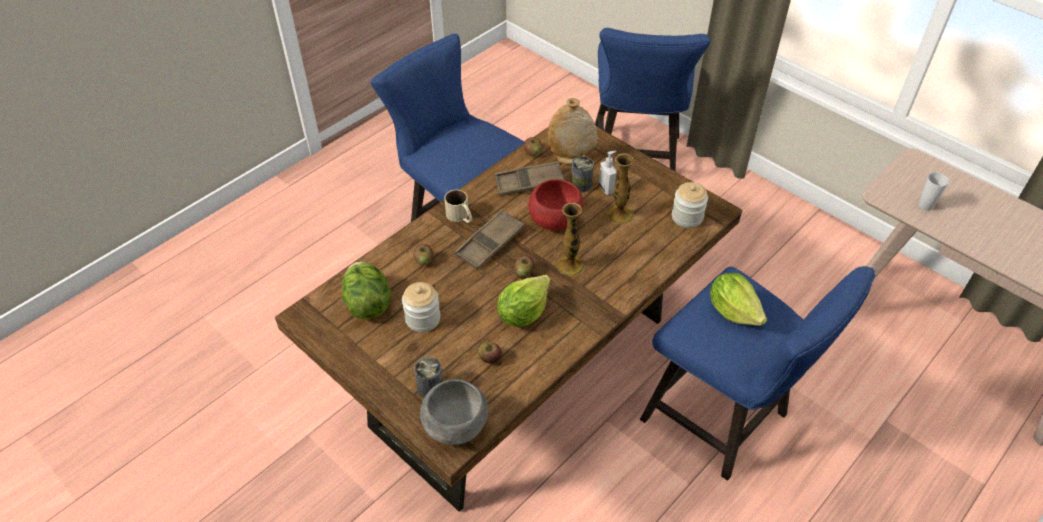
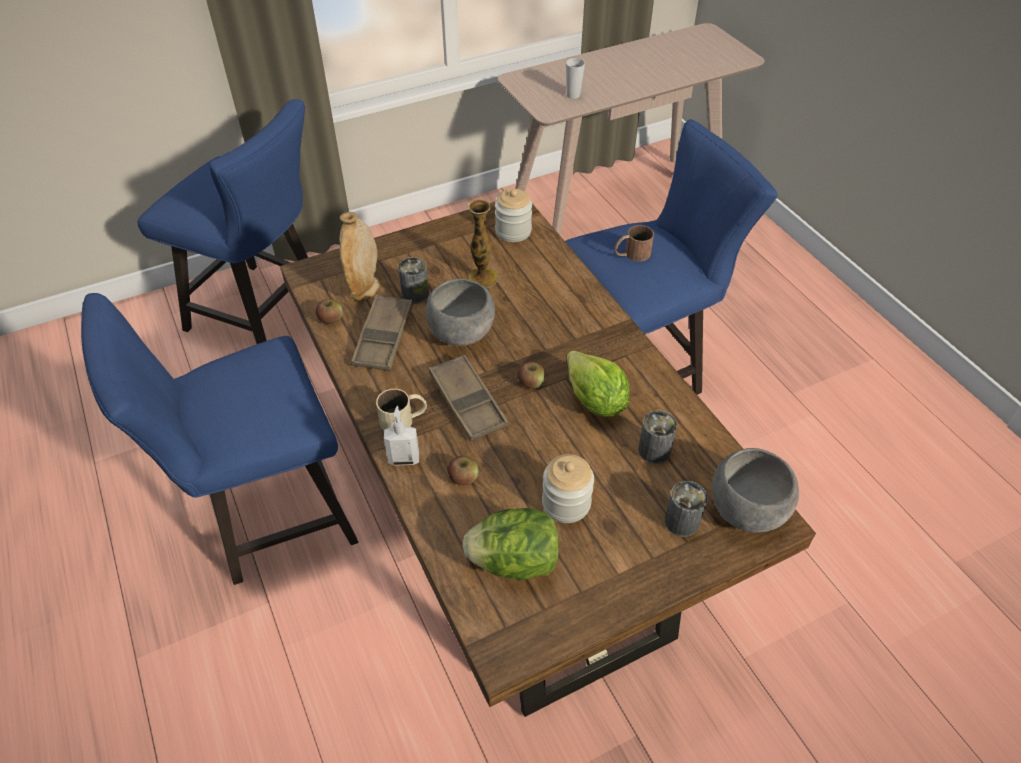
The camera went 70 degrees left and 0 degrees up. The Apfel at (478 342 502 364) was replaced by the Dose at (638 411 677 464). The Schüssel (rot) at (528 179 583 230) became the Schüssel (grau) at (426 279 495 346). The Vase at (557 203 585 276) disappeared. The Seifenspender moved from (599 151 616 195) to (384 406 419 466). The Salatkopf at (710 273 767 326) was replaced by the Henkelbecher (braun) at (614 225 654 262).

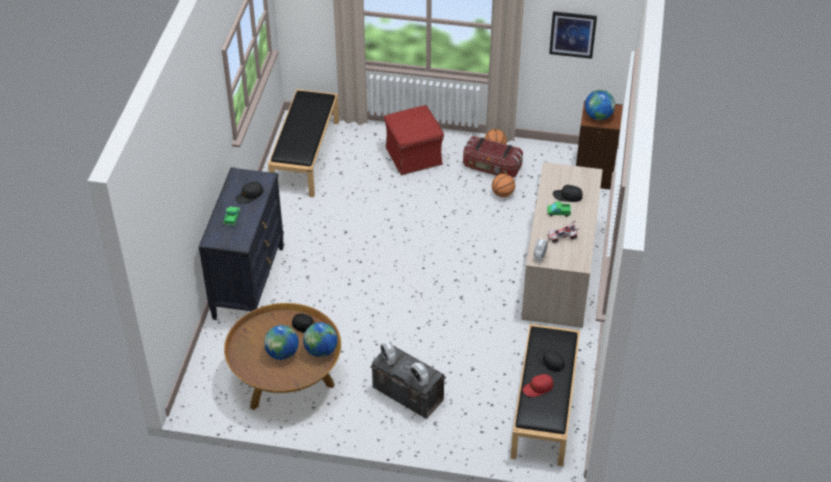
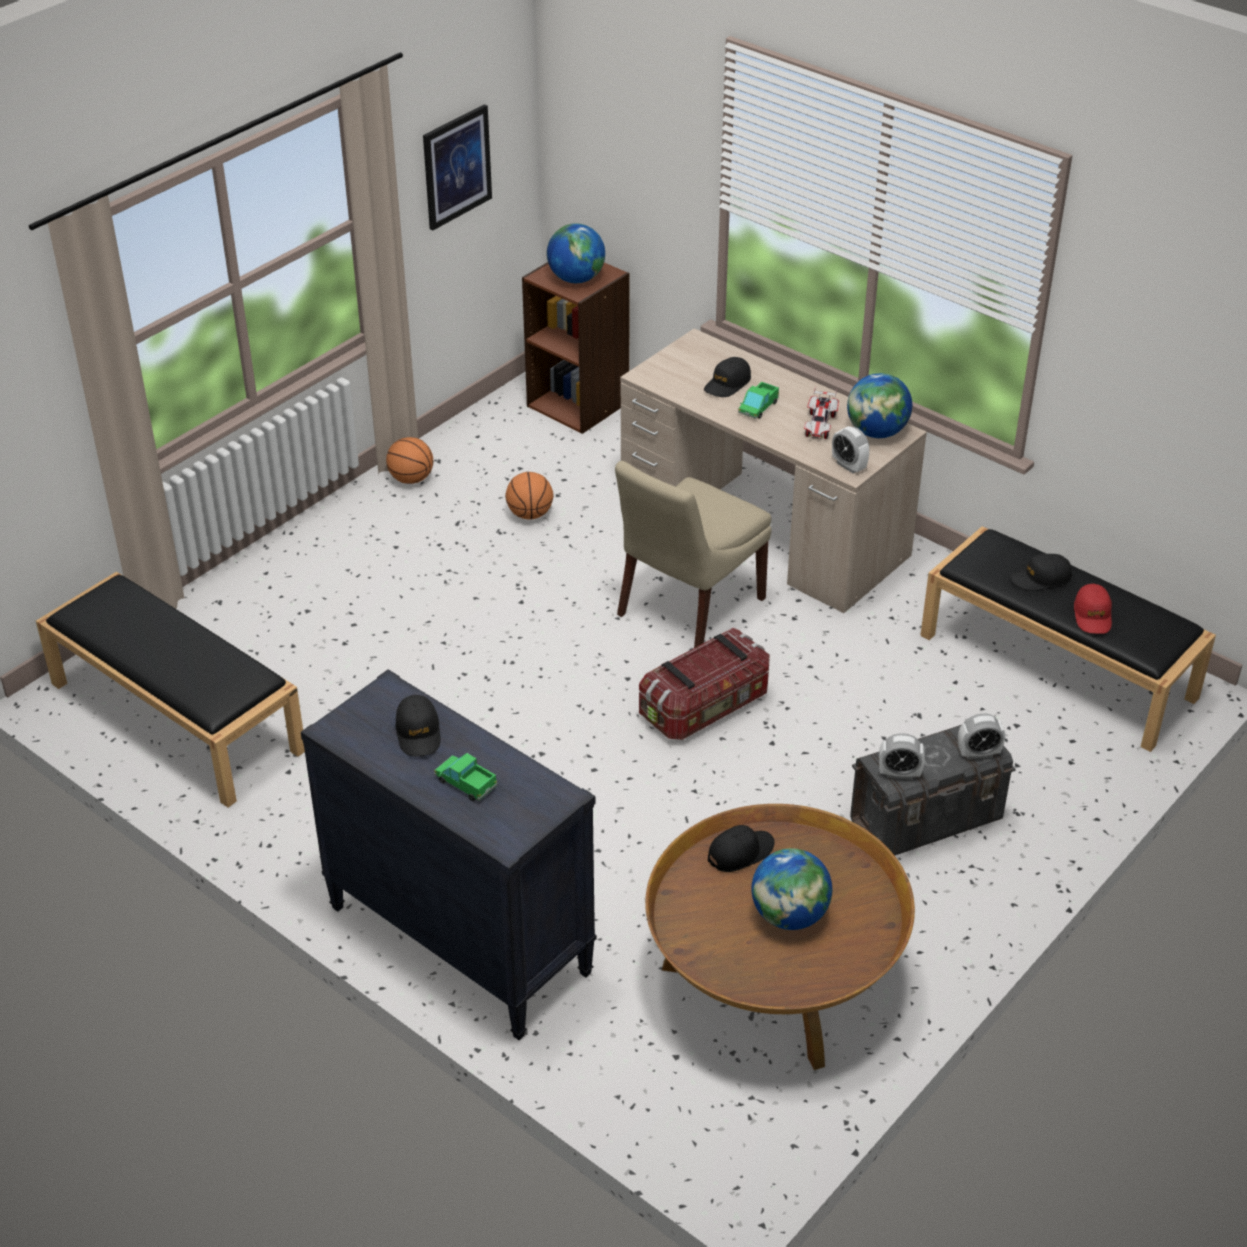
The camera went 60 degrees left and 5 degrees down. The Globus moved from (303 322 338 357) to (847 373 912 438). The Polsterhocker (rot) at (384 105 444 175) disappeared. The Aufbewahrungsbox moved from (463 136 523 178) to (639 628 770 740). The Stuhl (beige) at (615 461 772 648) appeared.

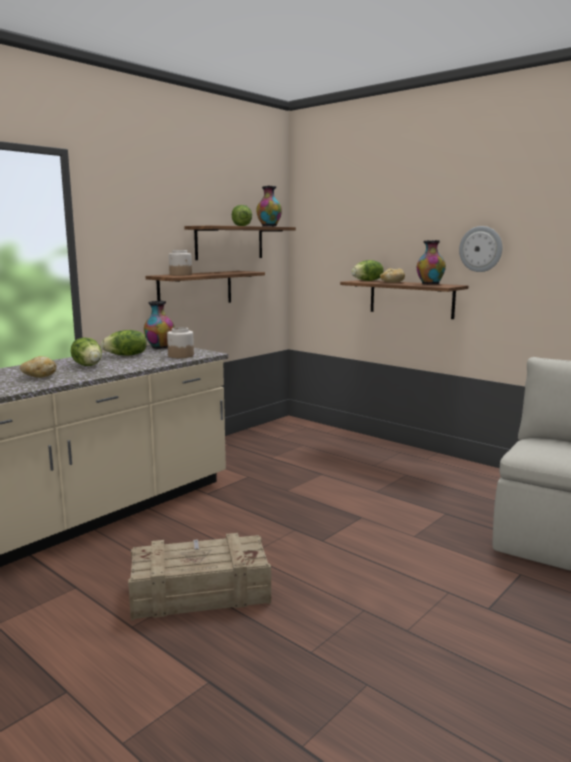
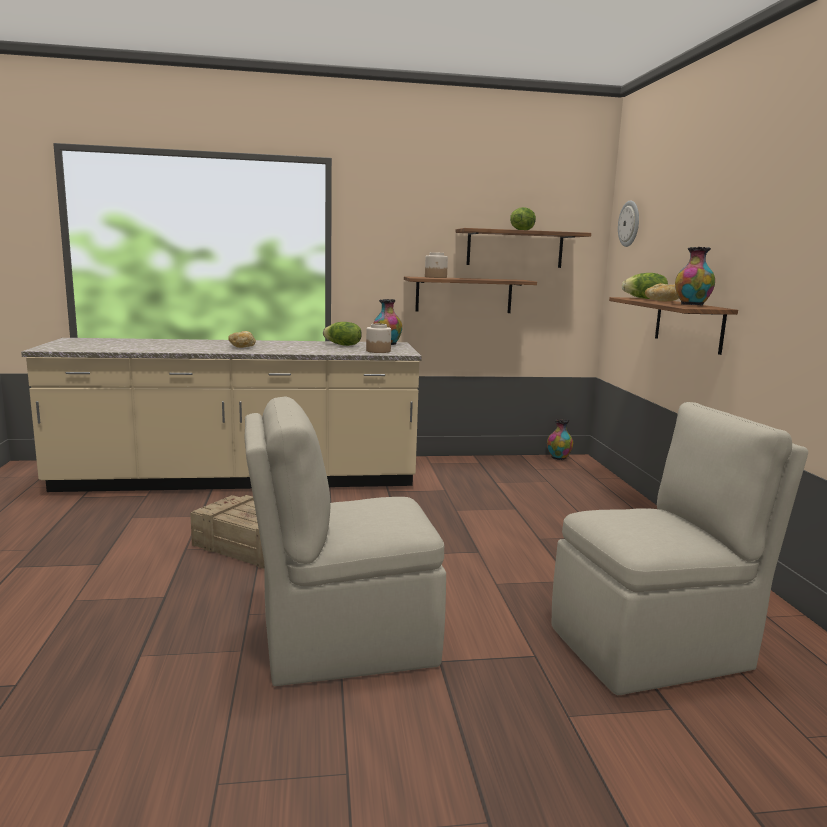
The camera went 40 degrees right and 0 degrees up. The Salatkopf at (71 337 102 366) disappeared. The Vase moved from (256 186 282 227) to (547 419 573 460). The Wanduhr moved from (459 226 502 272) to (618 200 639 247). The Stuhl (beige) at (245 396 446 686) appeared.

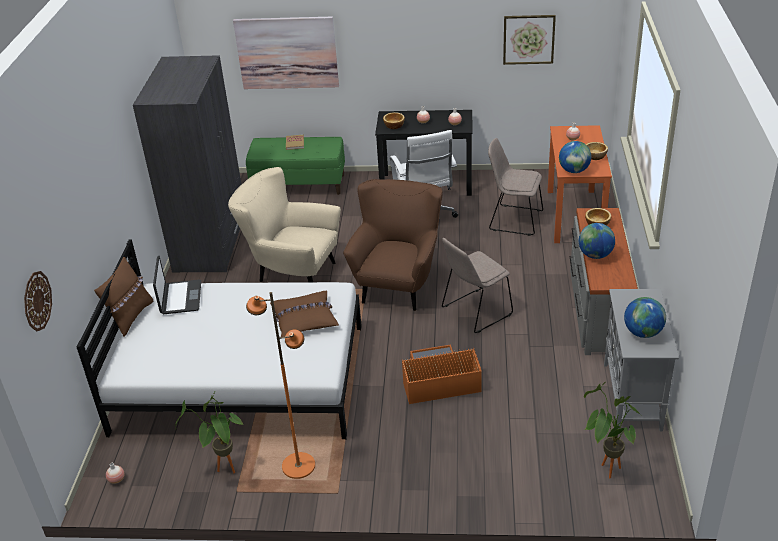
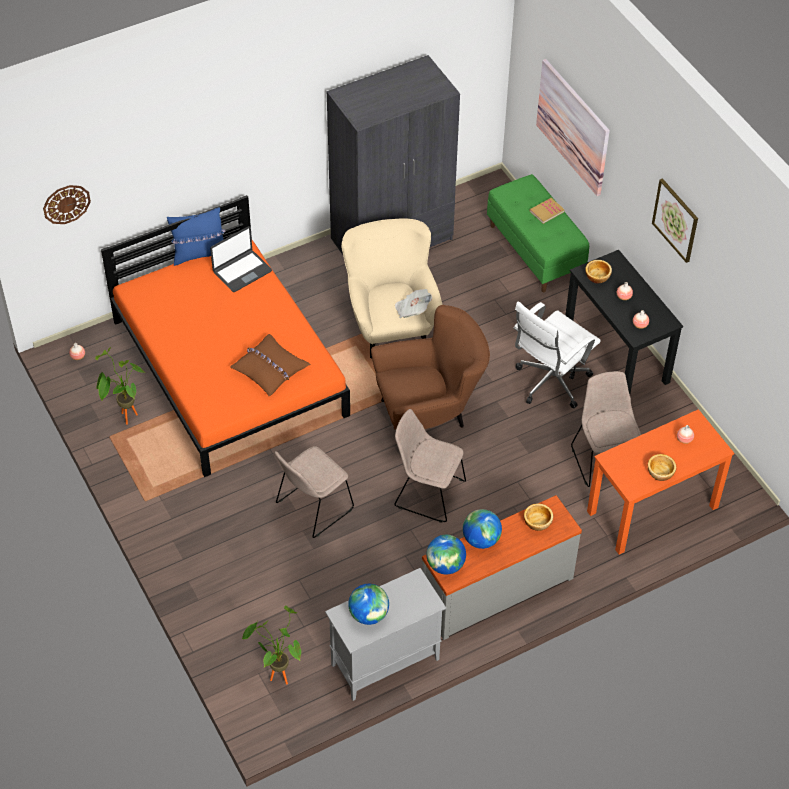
The camera went 55 degrees right and 15 degrees up. The Bett (weiß) at (76 239 362 439) became the Bett (orange) at (101 195 350 477). The Kissen (braun) at (94 257 153 337) became the Kissen (blau) at (167 207 225 266). The Stehlampe (orange) at (246 292 315 479) disappeared. The Aufbewahrungsbox (orange) at (402 344 482 404) was replaced by the Stuhl (beige) at (274 446 354 538). The Bild moved from (503 15 556 65) to (652 178 698 263). The Globus moved from (559 141 591 173) to (427 535 466 574). The Zeitung at (395 289 432 318) appeared.

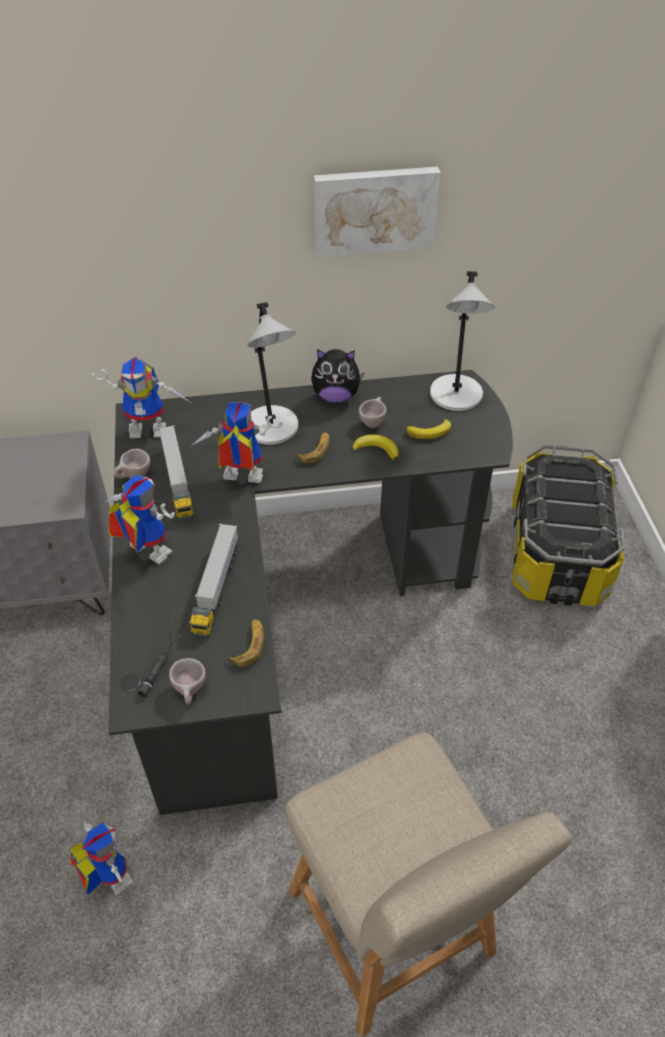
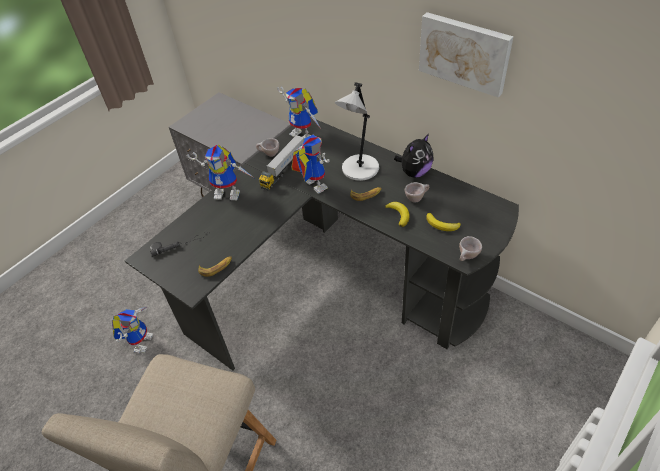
The camera went 50 degrees right and 0 degrees up. The Spielzeugroboter at (105 474 175 564) turned 105 degrees clockwise. The Tasse (beige) moved from (169 658 206 705) to (459 236 482 261). The Spielzeuglaster at (189 523 238 638) disappeared. The Plüschtier at (311 349 365 402) turned 90 degrees counterclockwise. The Tischlampe (grau) at (430 271 495 411) disappeared. The Aufbewahrungsbox at (513 444 625 606) disappeared.

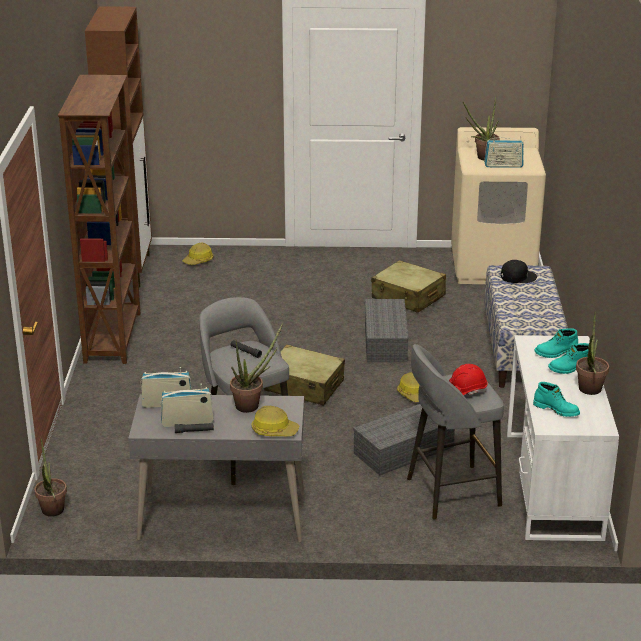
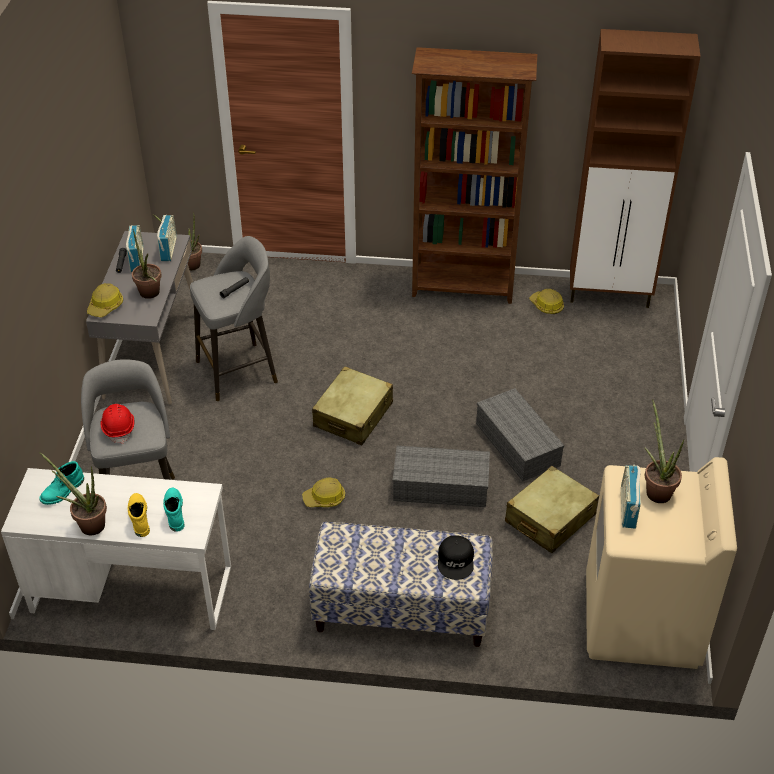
The camera went 95 degrees right and 15 degrees up. The Schutzhelm moved from (183 242 213 265) to (529 289 564 314). The Aufbewahrungsbox (grau) moved from (353 404 455 476) to (476 388 564 481). The Stiefel (türkis) at (548 343 589 374) became the Stiefel (gelb) at (128 493 150 537).

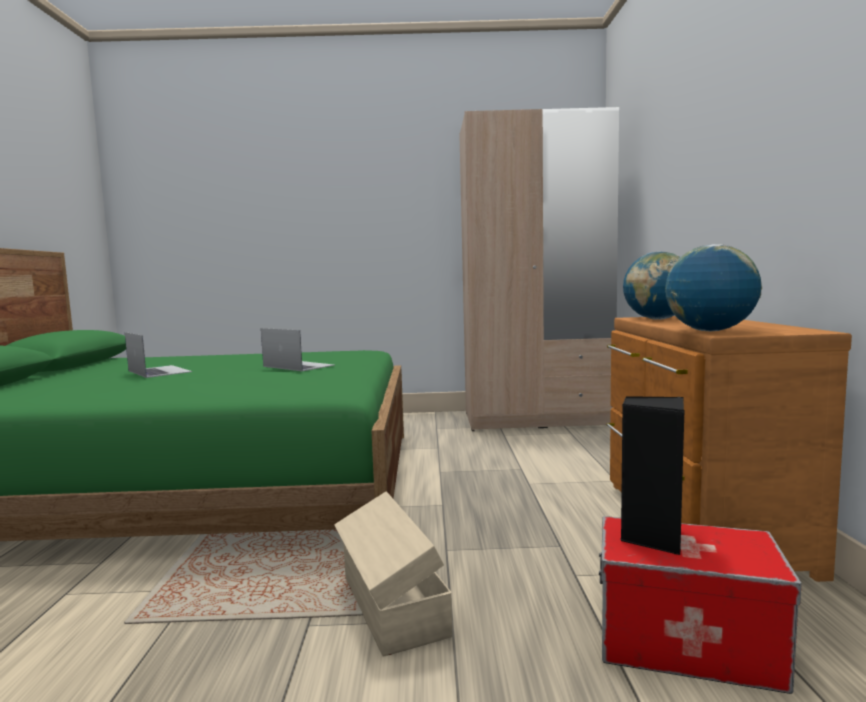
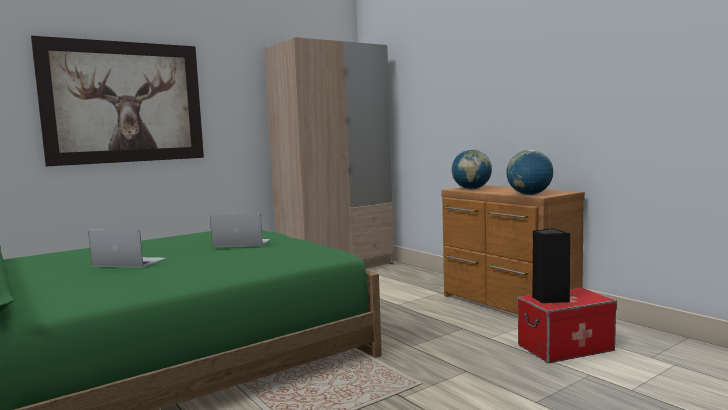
The camera went 35 degrees left and 0 degrees up. The Aufbewahrungsbox (beige) at (334 492 452 657) disappeared. The Bild at (31 36 204 166) appeared.

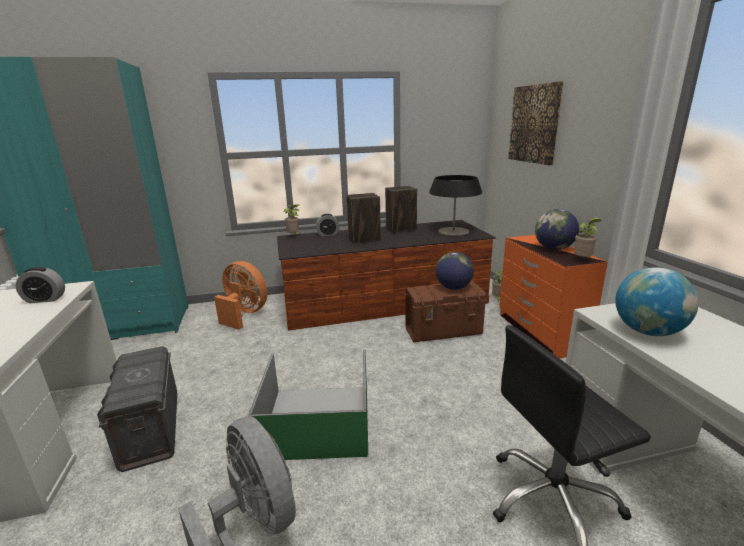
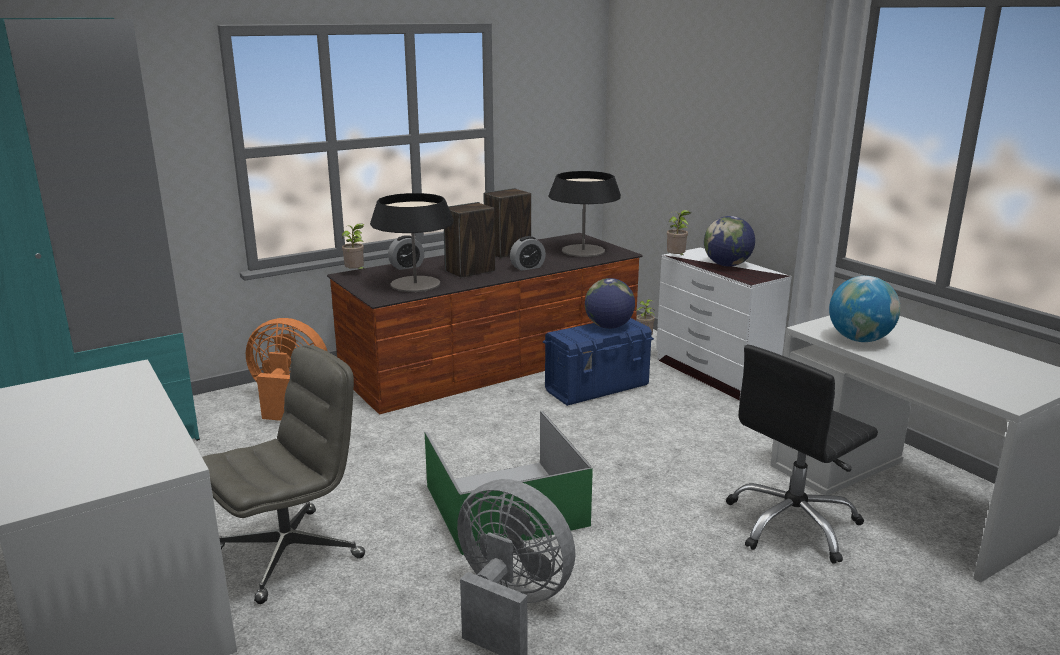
The camera went 20 degrees left and 0 degrees up. The Wecker moved from (16 267 65 303) to (510 236 546 271). The Aufbewahrungsbox (grau) at (97 346 177 472) was replaced by the Bürostuhl (grau) at (202 345 365 604). The Aufbewahrungsbox (braun) at (404 281 487 343) became the Aufbewahrungsbox (blau) at (543 318 654 406). The Kommode (orange) at (499 235 608 358) became the Kommode (weiß) at (656 247 792 401). The Bild at (508 81 564 165) disappeared. The Topfpflanze moved from (574 217 601 258) to (667 210 691 256). The Tischlampe at (370 193 454 292) appeared.

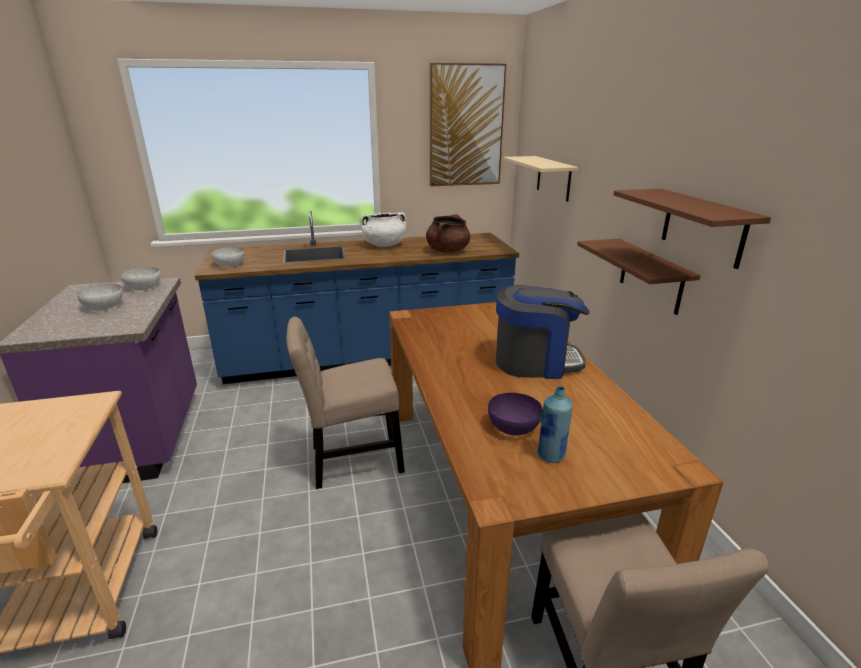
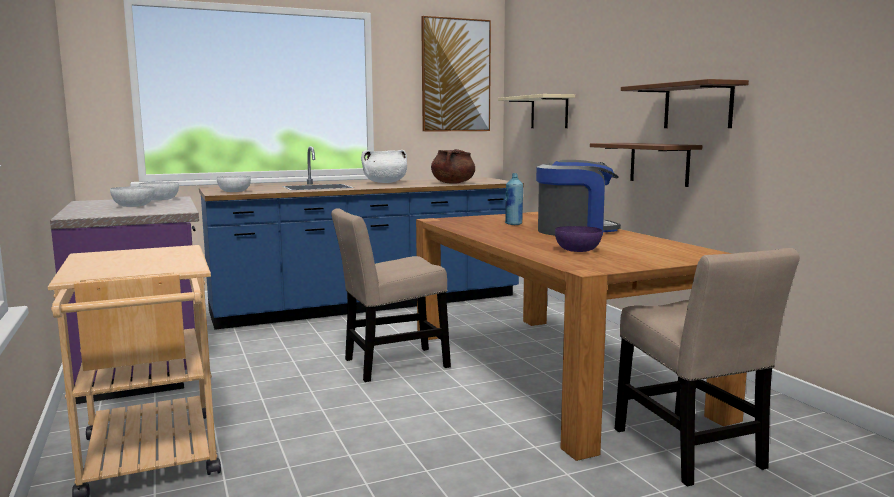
The camera went 10 degrees left and 15 degrees down. The Flasche (blau) moved from (537 386 573 463) to (505 173 523 225).

